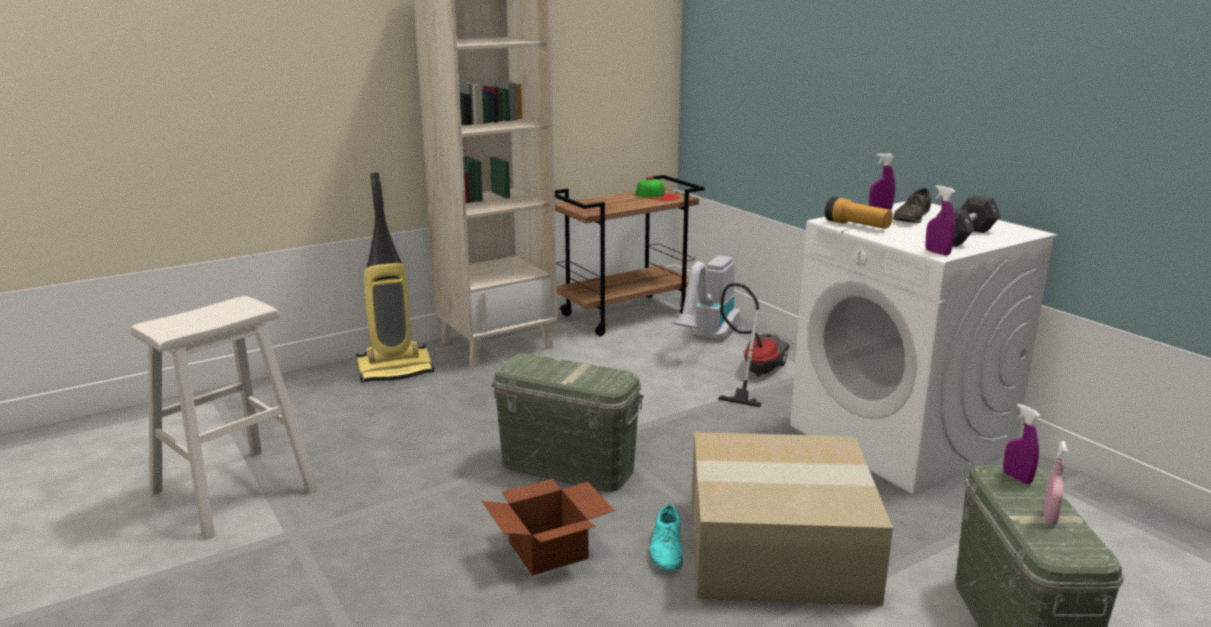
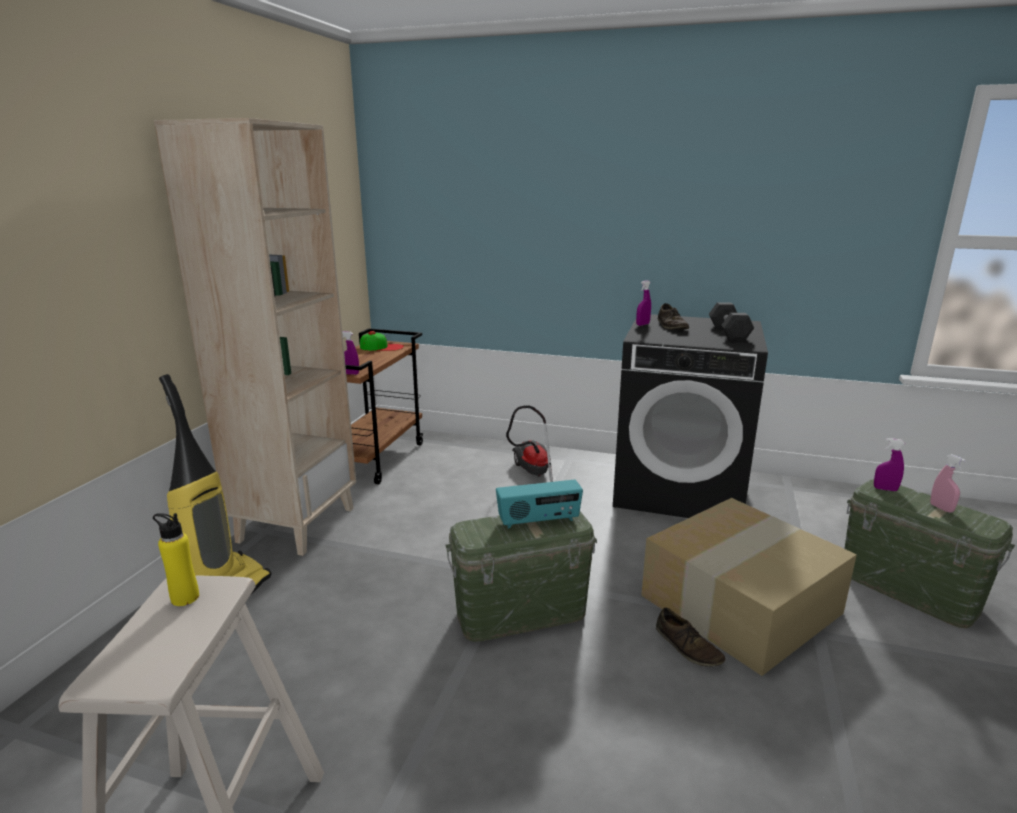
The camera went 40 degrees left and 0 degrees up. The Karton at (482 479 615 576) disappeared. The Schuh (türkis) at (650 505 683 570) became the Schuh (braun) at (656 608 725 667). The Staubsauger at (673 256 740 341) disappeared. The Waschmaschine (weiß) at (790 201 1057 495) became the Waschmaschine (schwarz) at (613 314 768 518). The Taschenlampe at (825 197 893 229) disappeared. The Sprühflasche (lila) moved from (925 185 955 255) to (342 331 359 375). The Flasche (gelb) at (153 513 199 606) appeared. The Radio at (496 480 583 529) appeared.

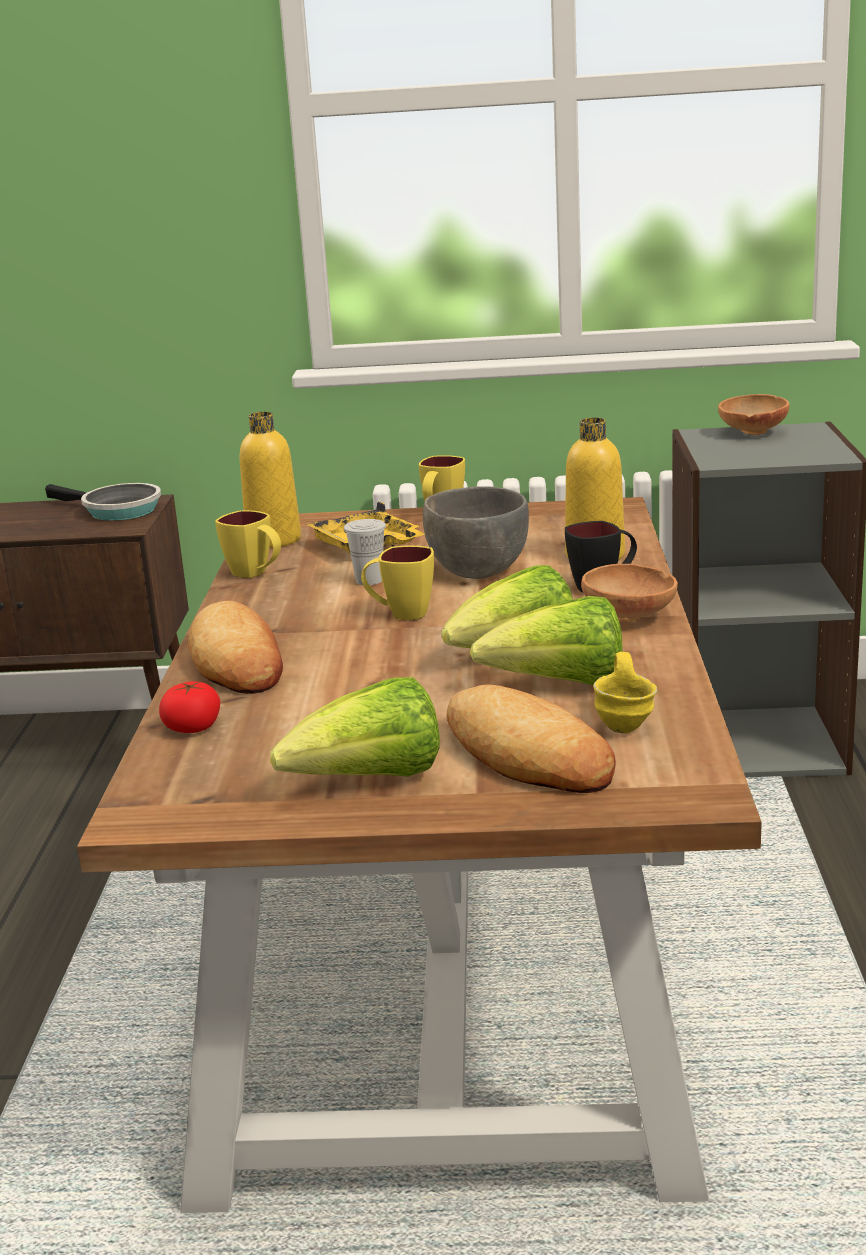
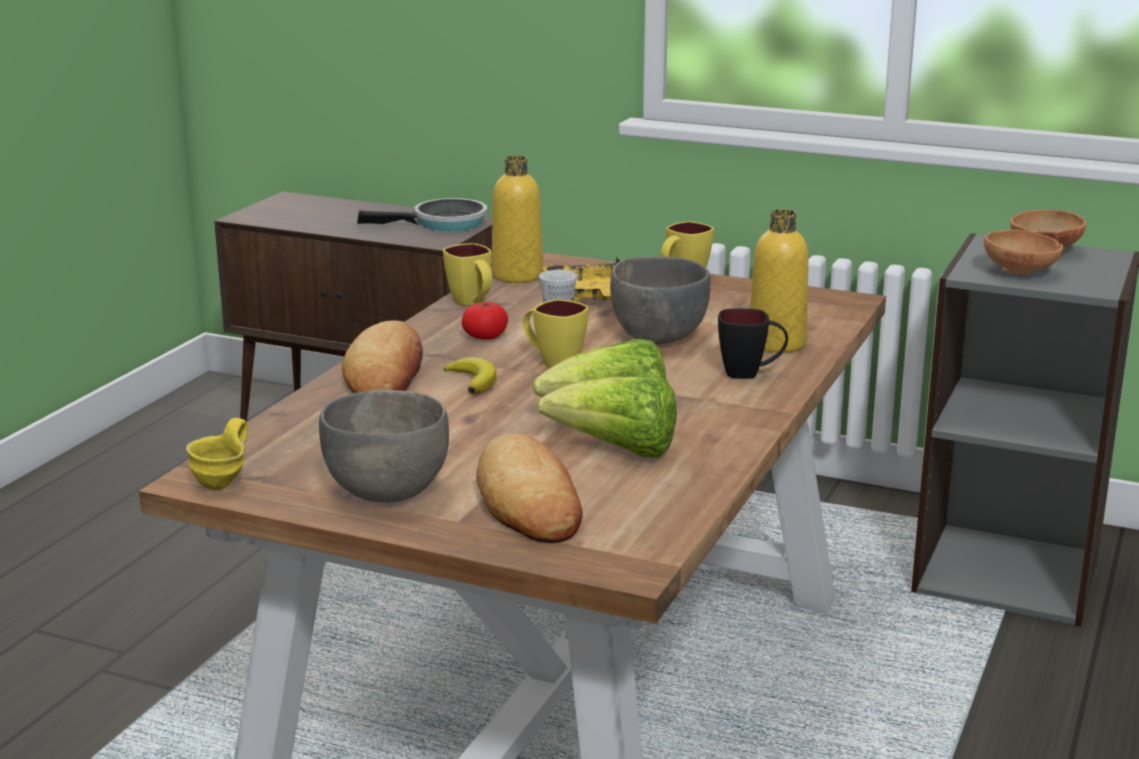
The camera went 20 degrees right and 0 degrees up. The Pfanne at (45 483 161 521) turned 60 degrees counterclockwise. The Tomate moved from (159 681 220 733) to (462 302 508 340). The Salatkopf at (270 677 440 777) was replaced by the Schüssel (grau) at (319 390 449 503). The Schüssel (braun) moved from (581 564 678 622) to (984 230 1063 275). The Henkelbecher (gelb) moved from (593 652 657 733) to (186 418 248 490). The Banane at (444 357 497 395) appeared.

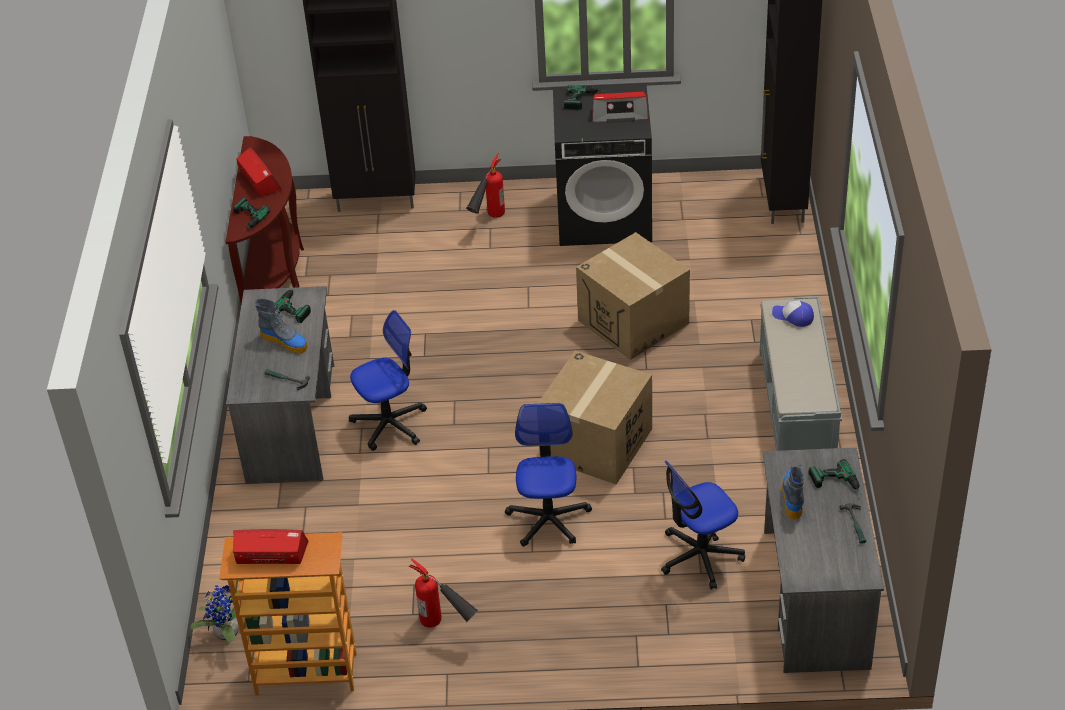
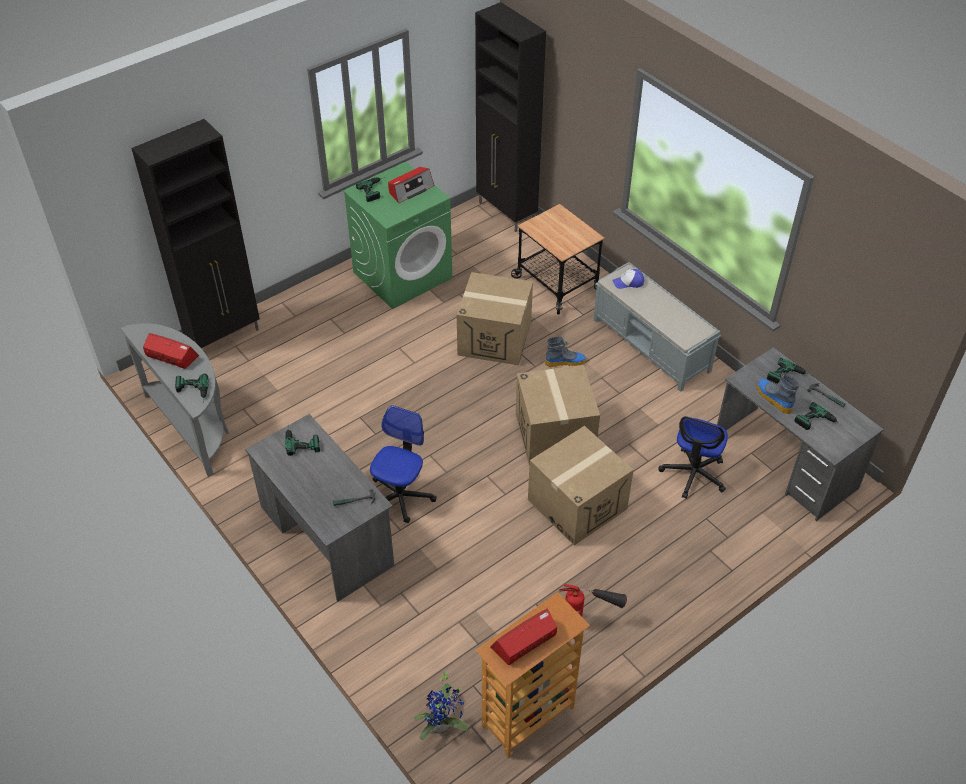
The camera went 40 degrees left and 5 degrees up. The Konsolentisch (braun) at (225 136 304 303) became the Konsolentisch (grau) at (120 323 229 477). The Stiefel moved from (254 298 308 353) to (545 336 586 367). The Feuerlöscher at (466 153 505 218) disappeared. The Bürostuhl at (505 403 592 547) was replaced by the Karton at (528 426 634 545). The Waschmaschine (schwarz) at (553 83 652 246) became the Waschmaschine (grün) at (343 162 452 309). The Rollwagen at (511 204 605 315) appeared. The Bohrmaschine at (794 402 843 430) appeared.

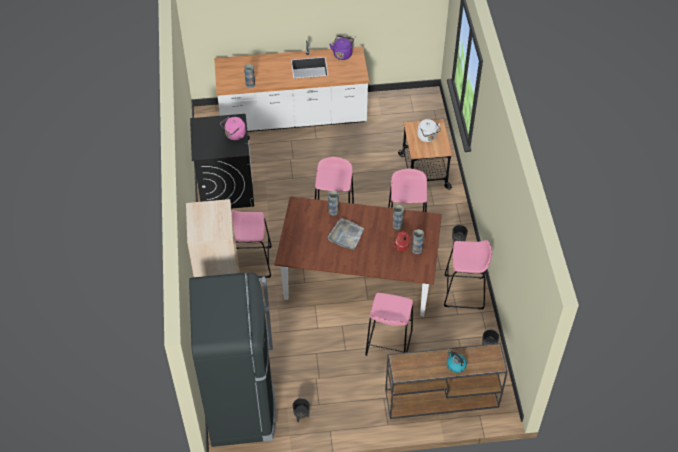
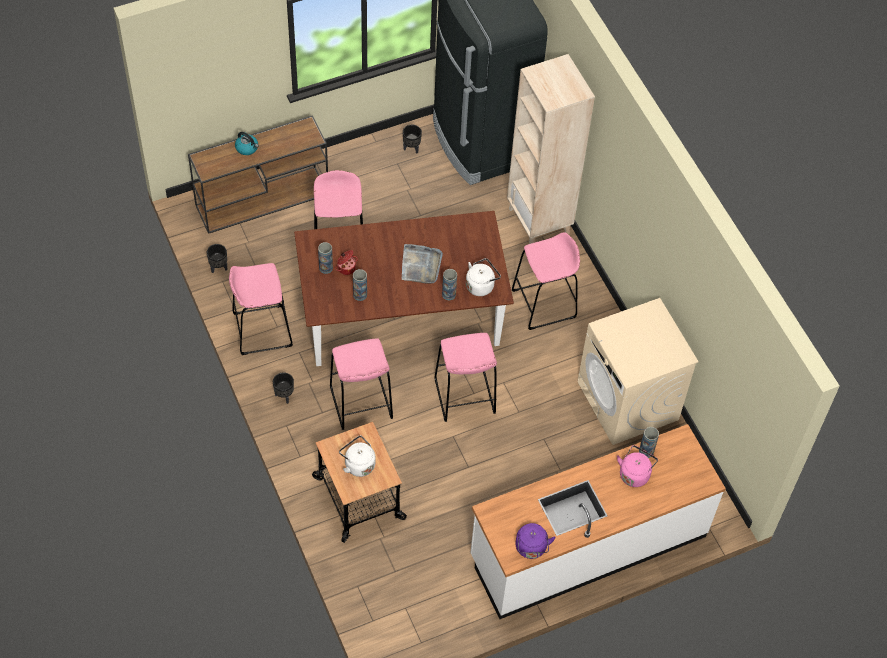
The camera went 160 degrees right and 5 degrees up. The Waschmaschine (schwarz) at (190 114 254 209) became the Waschmaschine (beige) at (577 298 699 445). The Wasserkessel (rosa) moved from (220 117 246 140) to (617 445 658 487). The Wasserkessel (weiß) at (466 258 501 296) appeared.

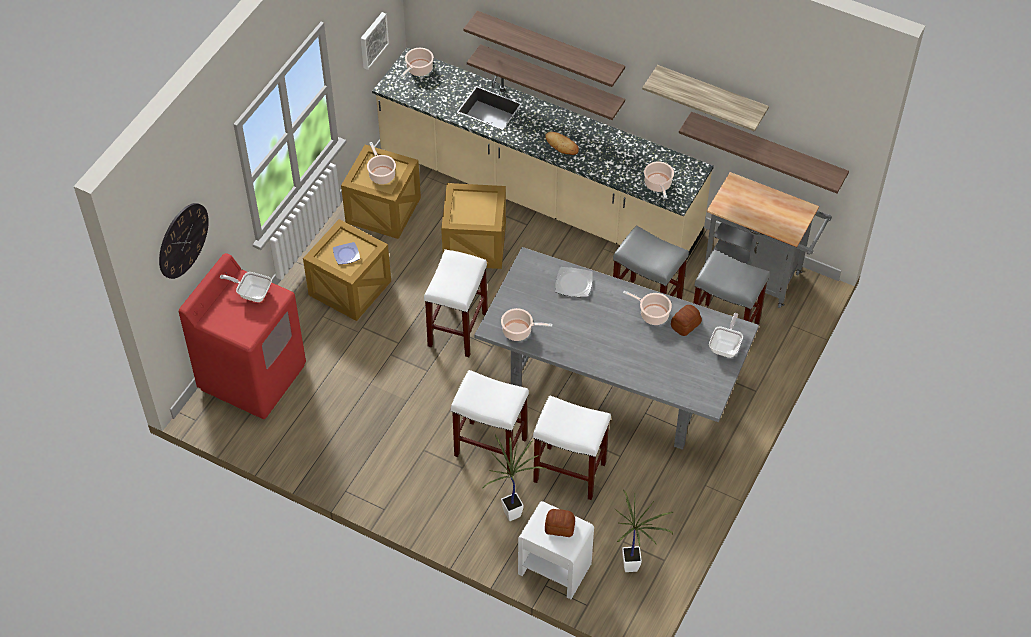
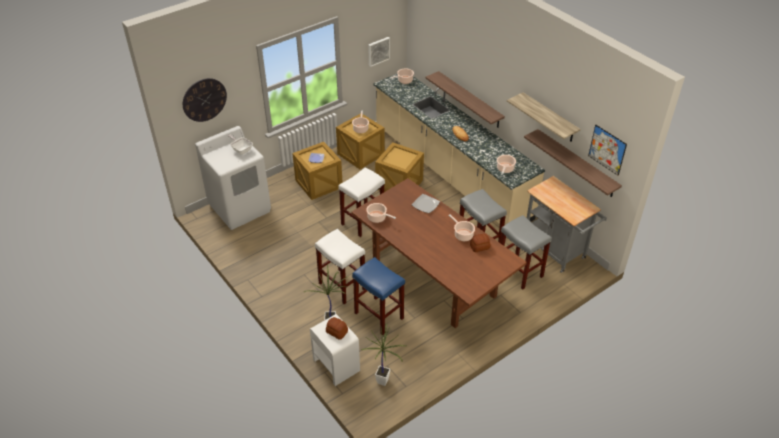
The camera went 25 degrees right and 10 degrees down. The Waschmaschine (rot) at (179 253 306 419) became the Waschmaschine (weiß) at (195 126 271 230). The Wandregal at (463 11 625 87) disappeared. The Esstisch (grau) at (475 247 759 450) became the Esstisch (braun) at (352 178 527 328). The Hocker (weiß) at (533 395 611 500) became the Hocker (blau) at (352 257 405 336). The Pfanne at (709 313 743 358) disappeared. The Bild at (588 125 627 176) appeared.

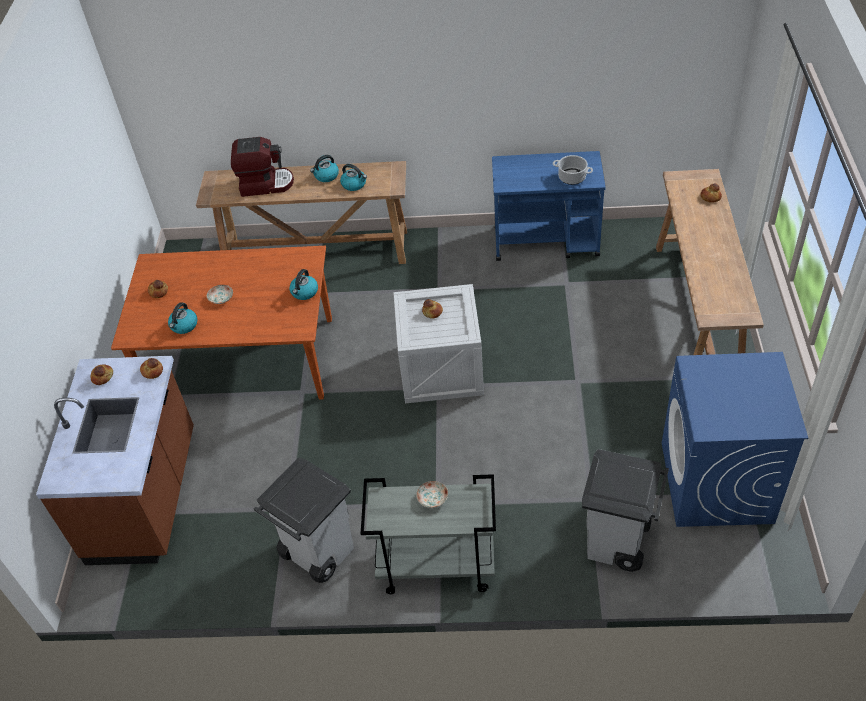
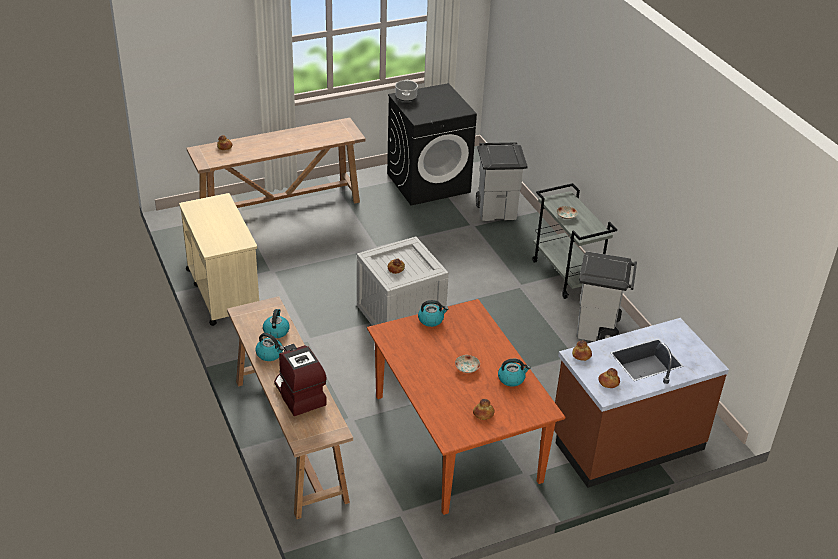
The camera went 120 degrees left and 10 degrees down. The Rollwagen (blau) at (492 151 606 261) became the Rollwagen (beige) at (179 193 259 326). The Kochtopf moved from (553 155 593 185) to (395 80 418 101). The Waschmaschine (blau) at (662 352 808 527) became the Waschmaschine (schwarz) at (387 83 477 206).

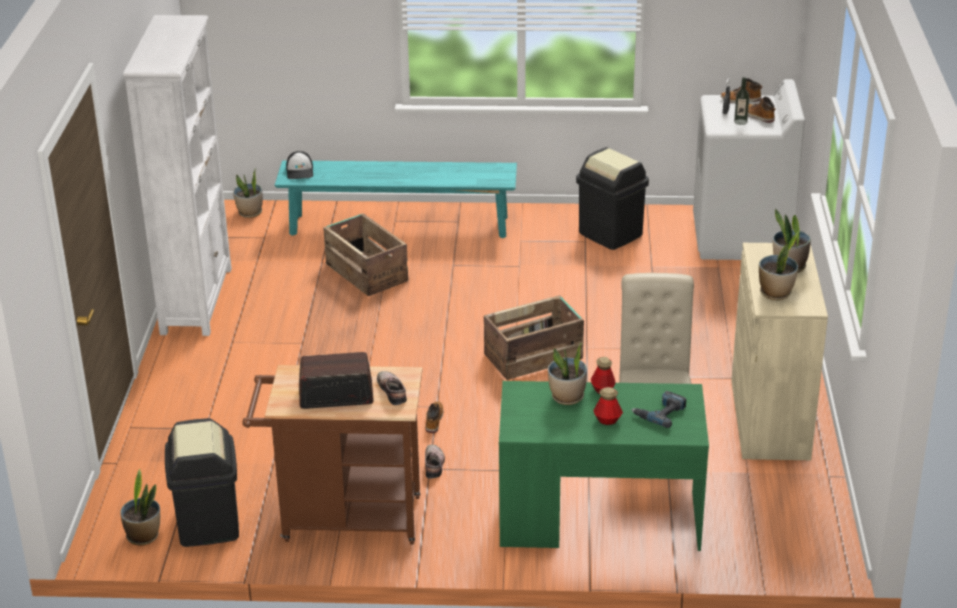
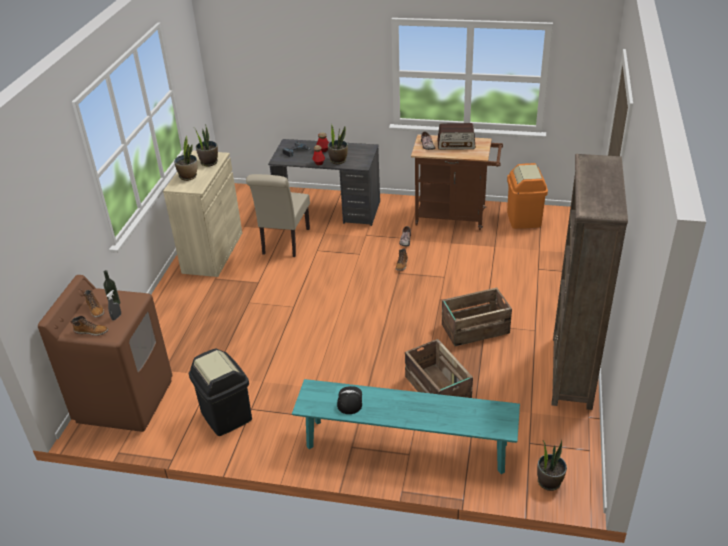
The camera went 170 degrees left and 5 degrees up. The Topfpflanze at (120 468 160 546) disappeared. The Bücherregal (weiß) at (123 15 232 336) became the Bücherregal (braun) at (552 154 628 410). The Mülleimer (schwarz) at (165 418 239 547) became the Mülleimer (orange) at (507 163 548 229). The Kappe moved from (286 151 313 179) to (337 386 362 414). The Kiste moved from (484 295 584 380) to (442 288 512 346). The Schreibtisch (grün) at (499 381 709 551) became the Schreibtisch (grau) at (268 139 380 226). The Waschmaschine (weiß) at (693 79 805 260) became the Waschmaschine (braun) at (38 275 172 432).

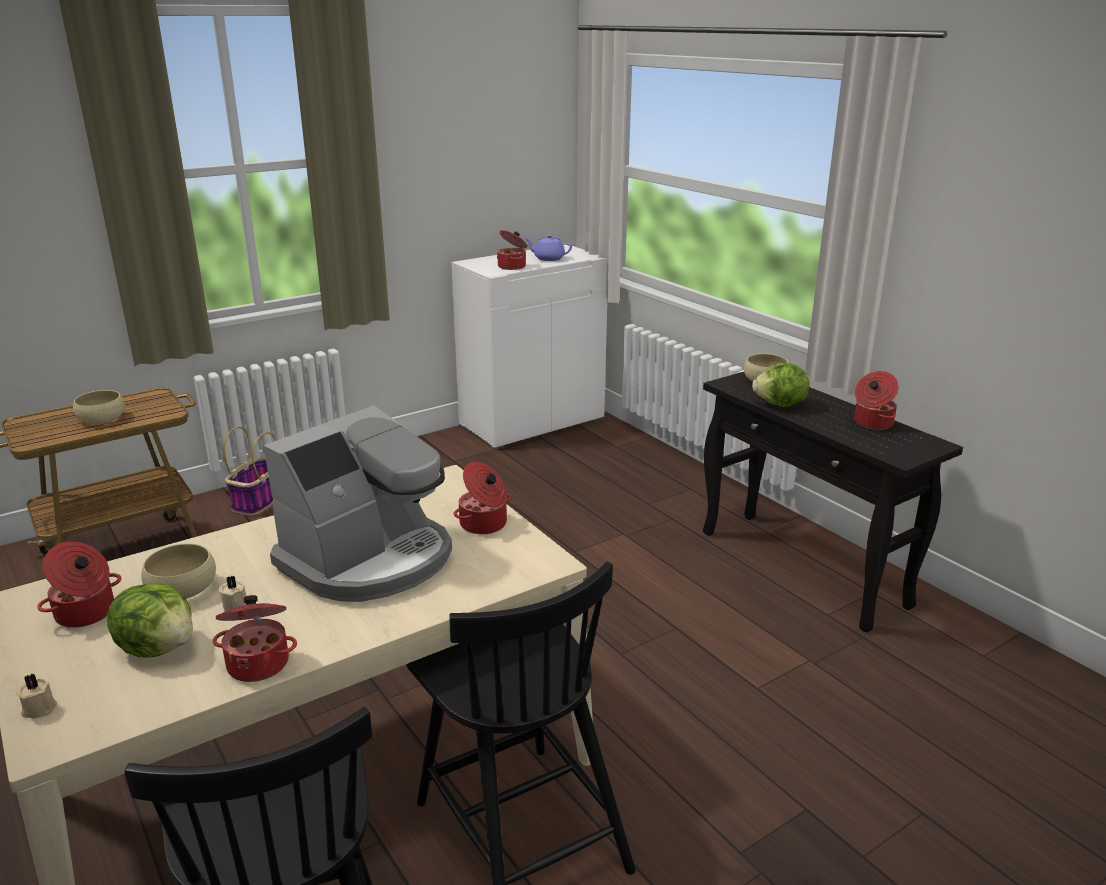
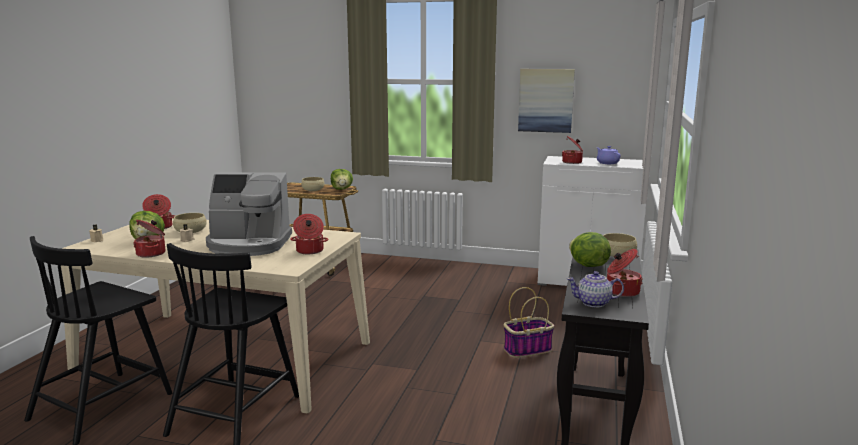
The camera went 50 degrees right and 10 degrees down. The Korb moved from (223 426 276 516) to (504 287 554 358). The Salatkopf at (331 169 353 190) appeared. The Bild at (518 69 575 133) appeared. The Teekanne at (567 271 624 308) appeared.

